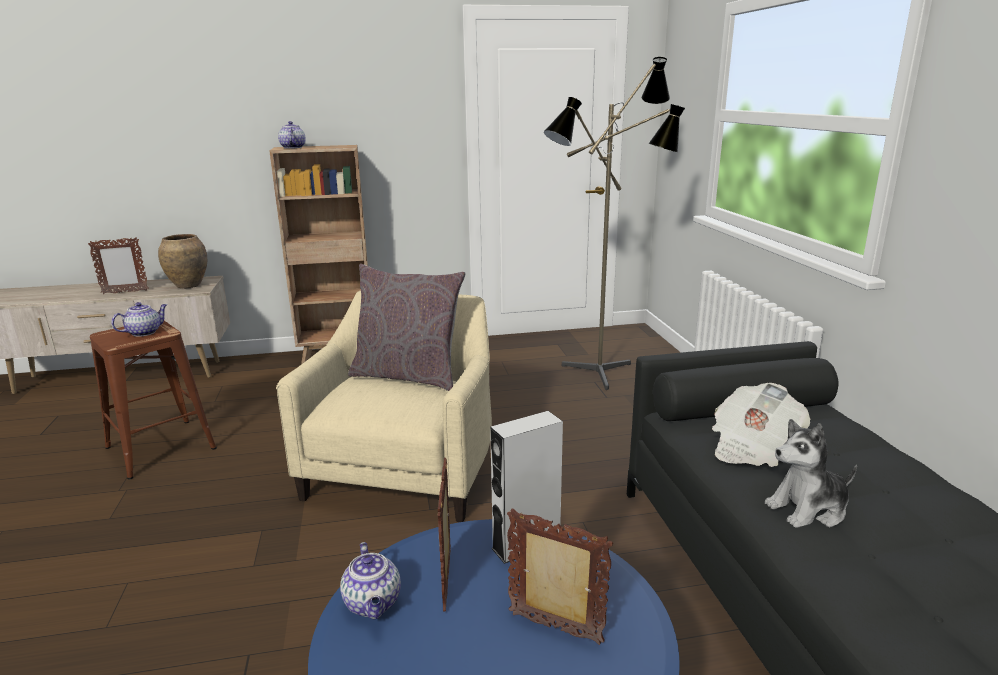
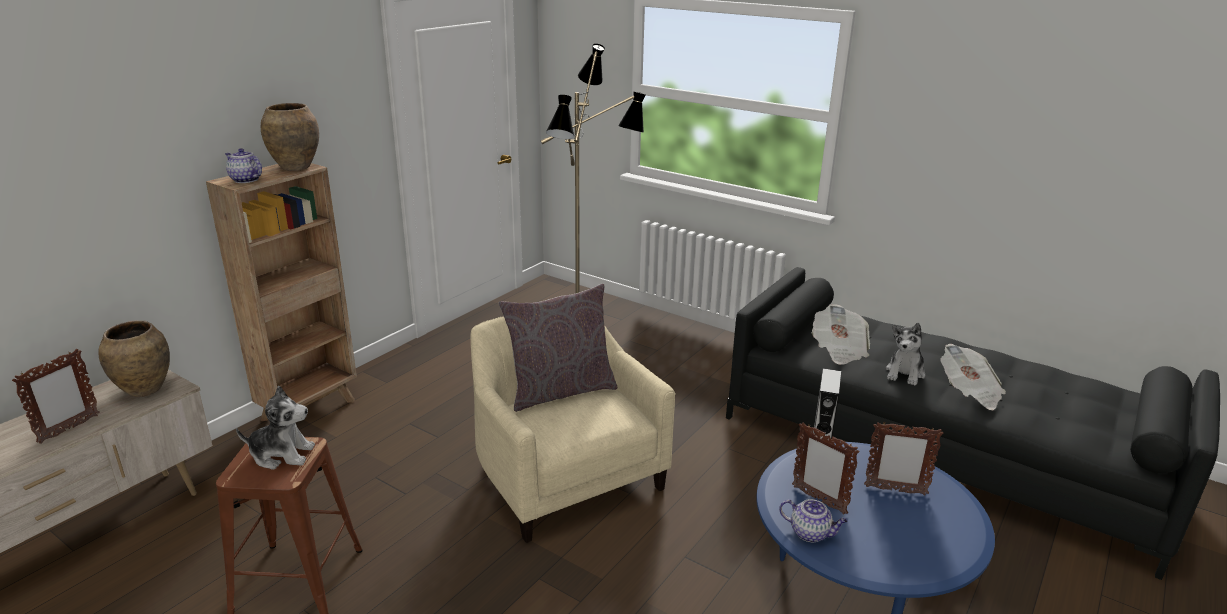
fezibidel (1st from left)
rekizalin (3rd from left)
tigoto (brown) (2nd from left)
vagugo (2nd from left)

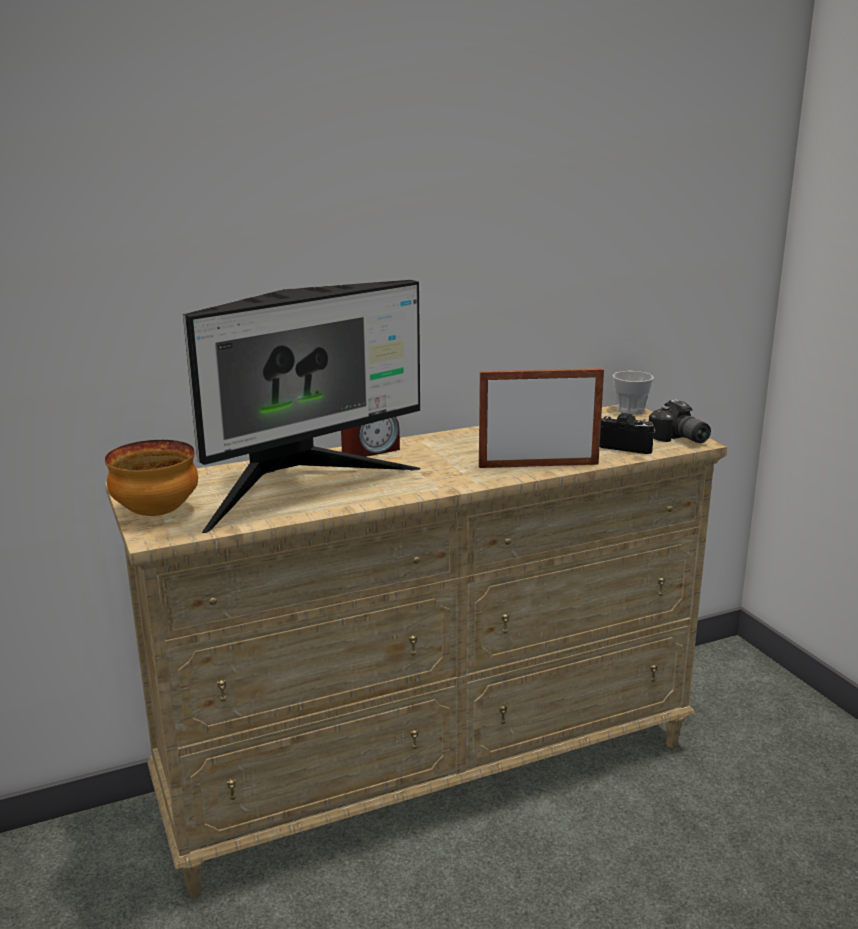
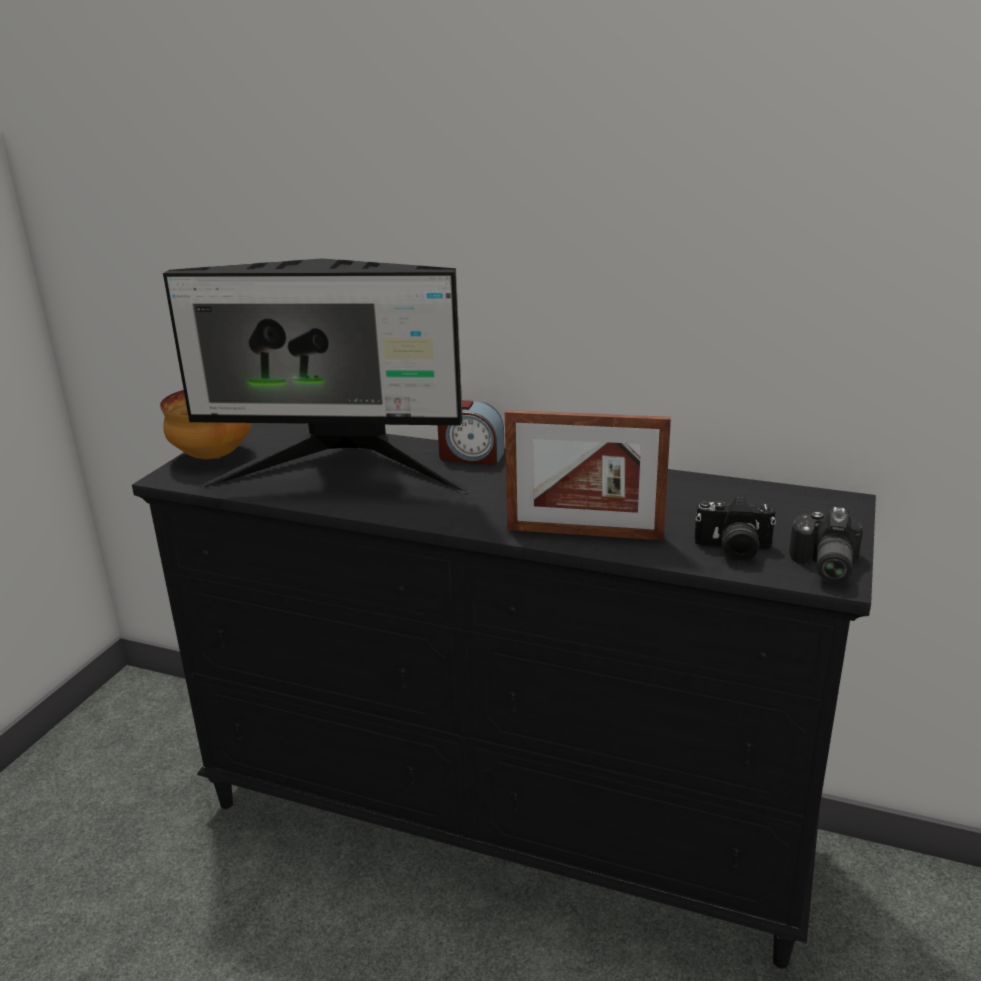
rekizalin
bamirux
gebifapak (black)
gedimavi (1st from left)

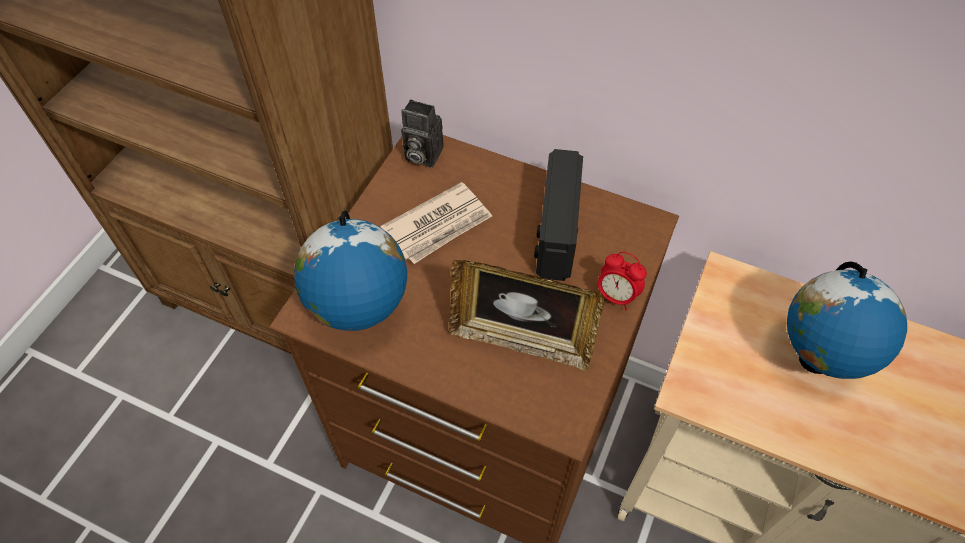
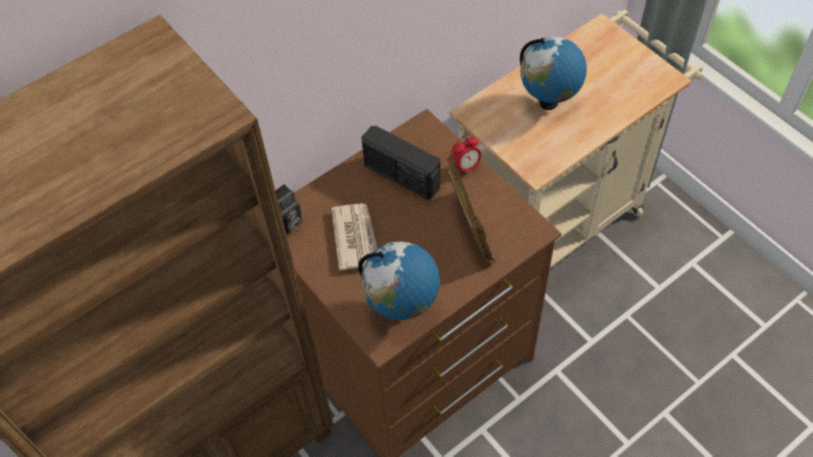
rekizalin

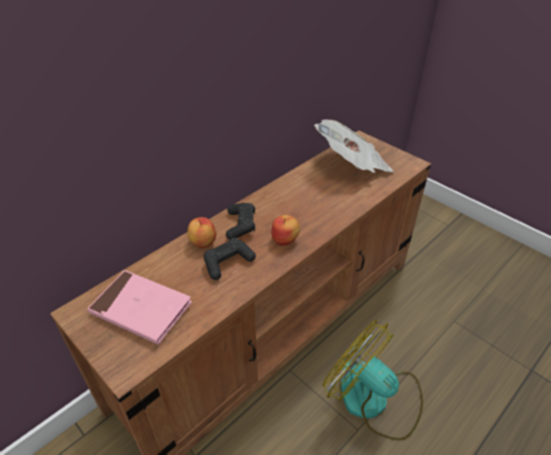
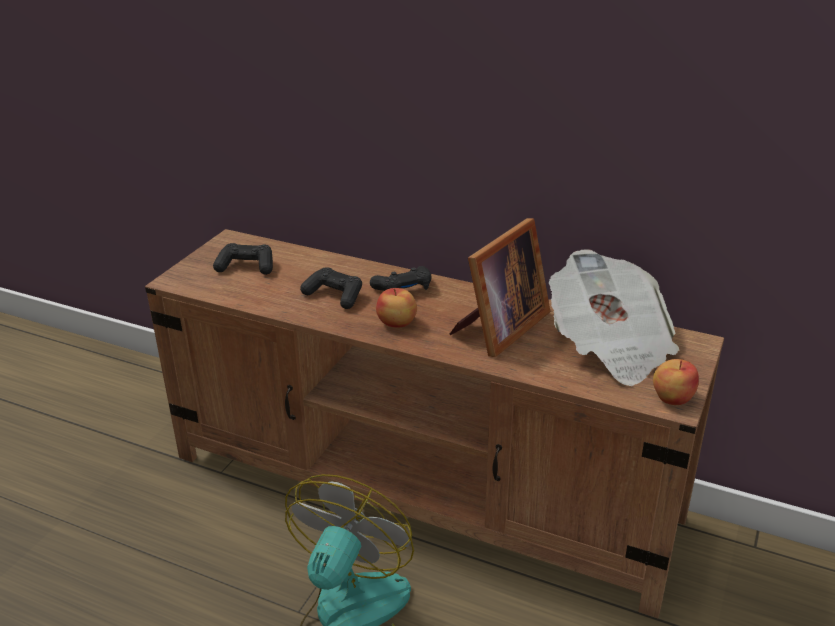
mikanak (2nd from left)
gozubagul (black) (1st from left)
rekizalin

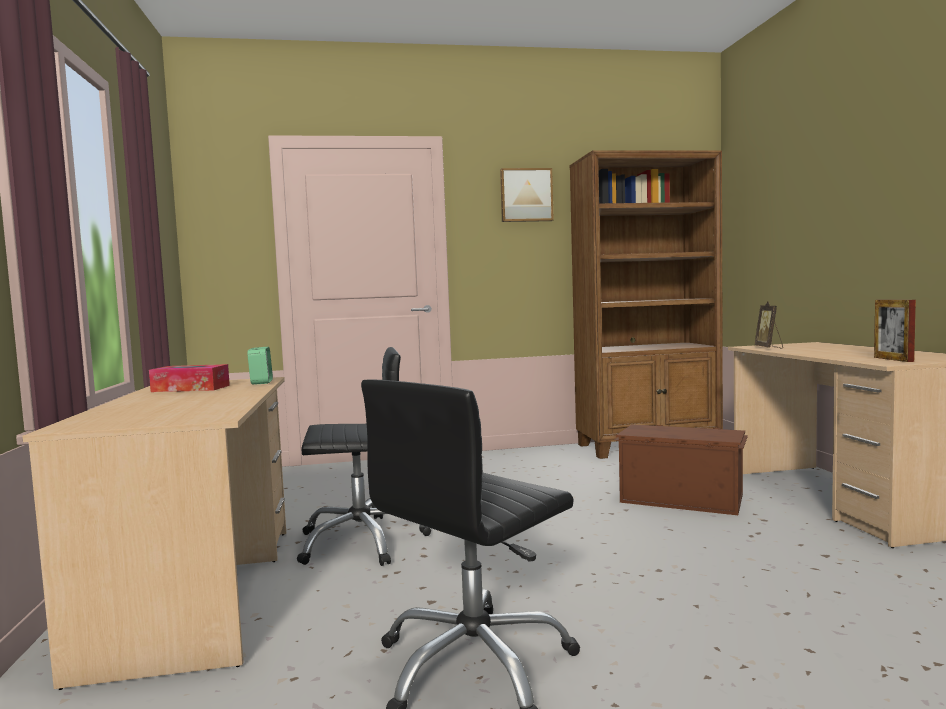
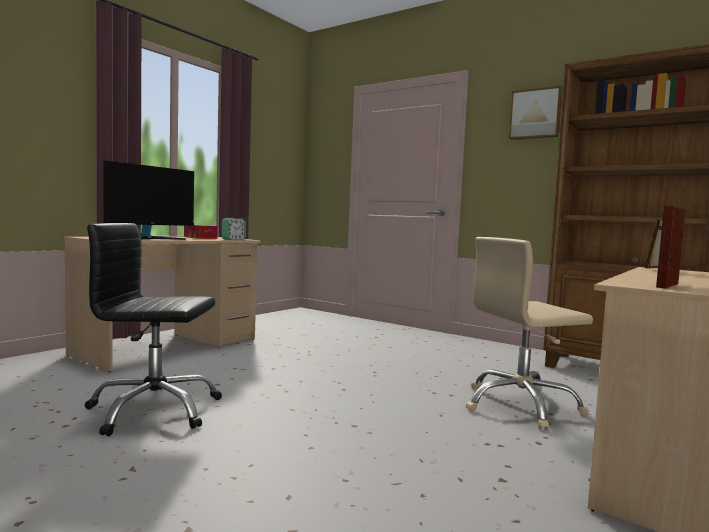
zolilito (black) (1st from left in the first image)
zolilito (beige)
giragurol

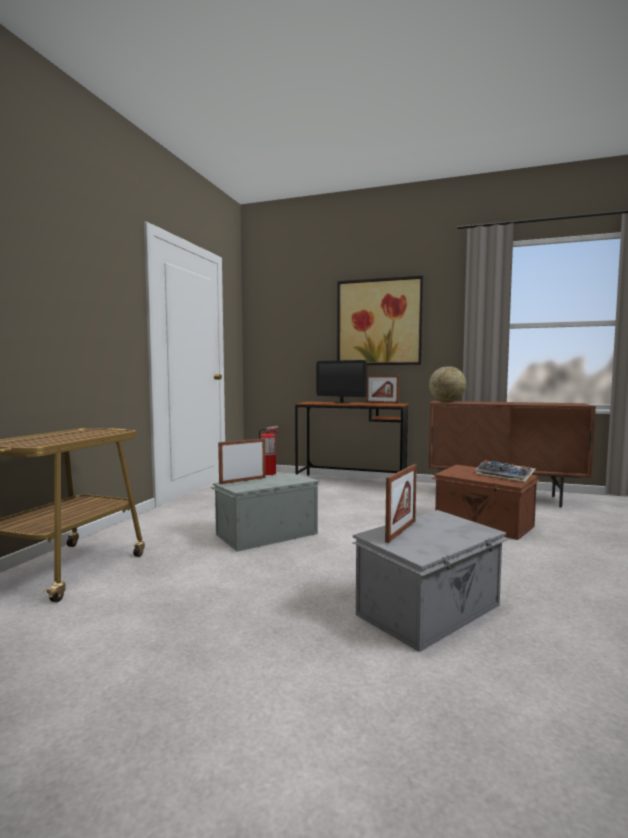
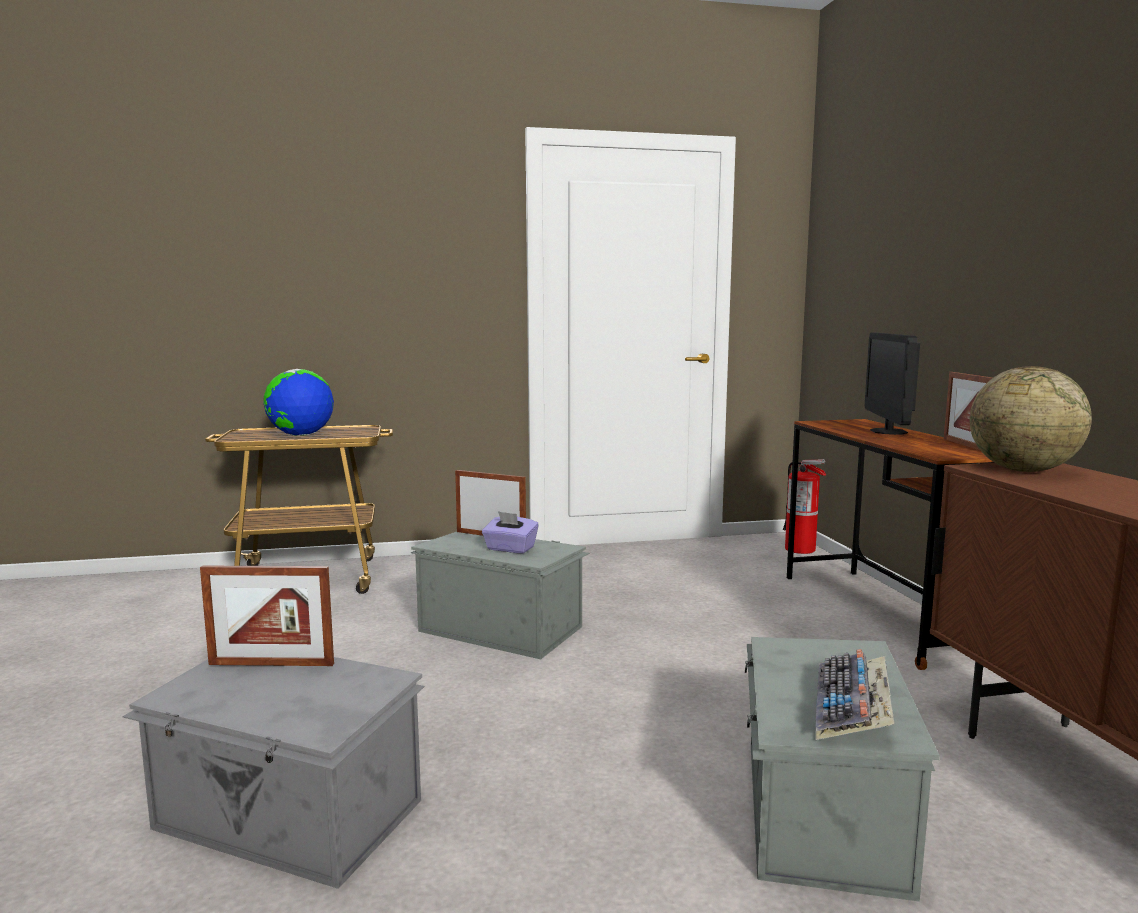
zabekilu
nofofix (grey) (3rd from left)
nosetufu (1st from left)
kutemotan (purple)

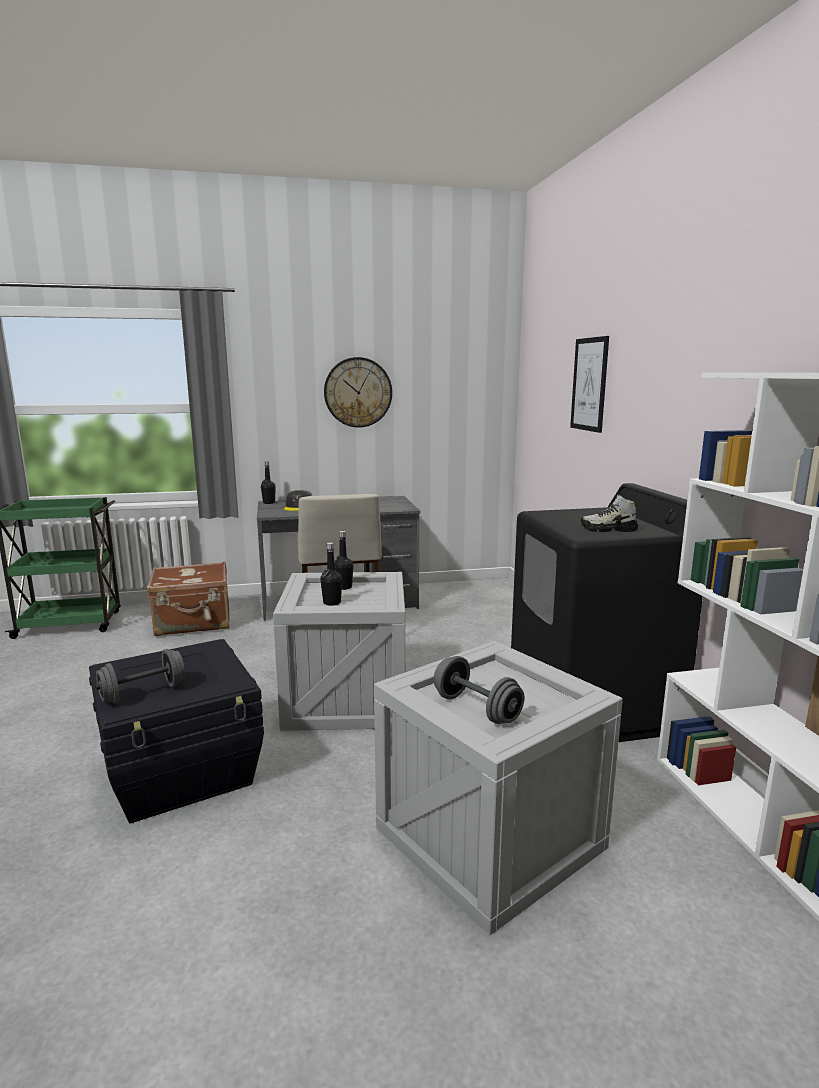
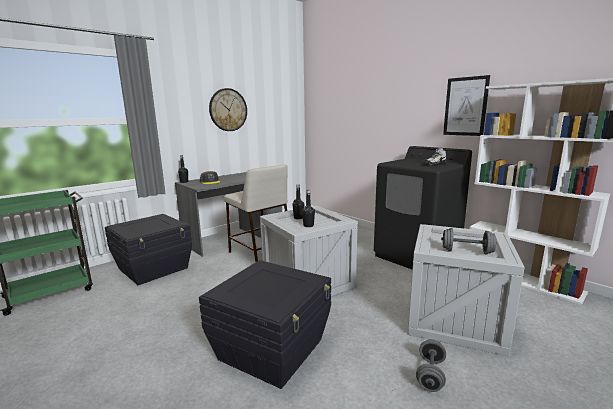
zabekilu
nofofix (black) (1st from left)
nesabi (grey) (1st from left)

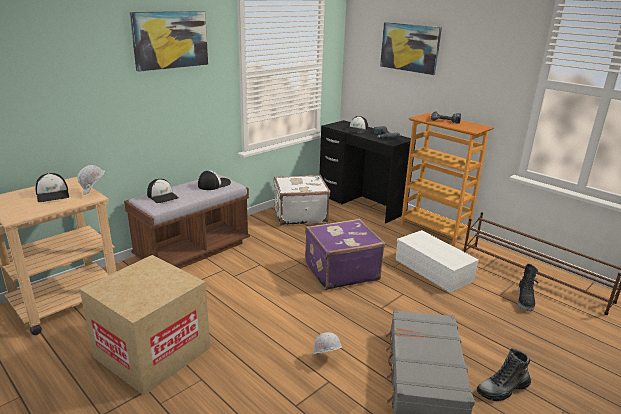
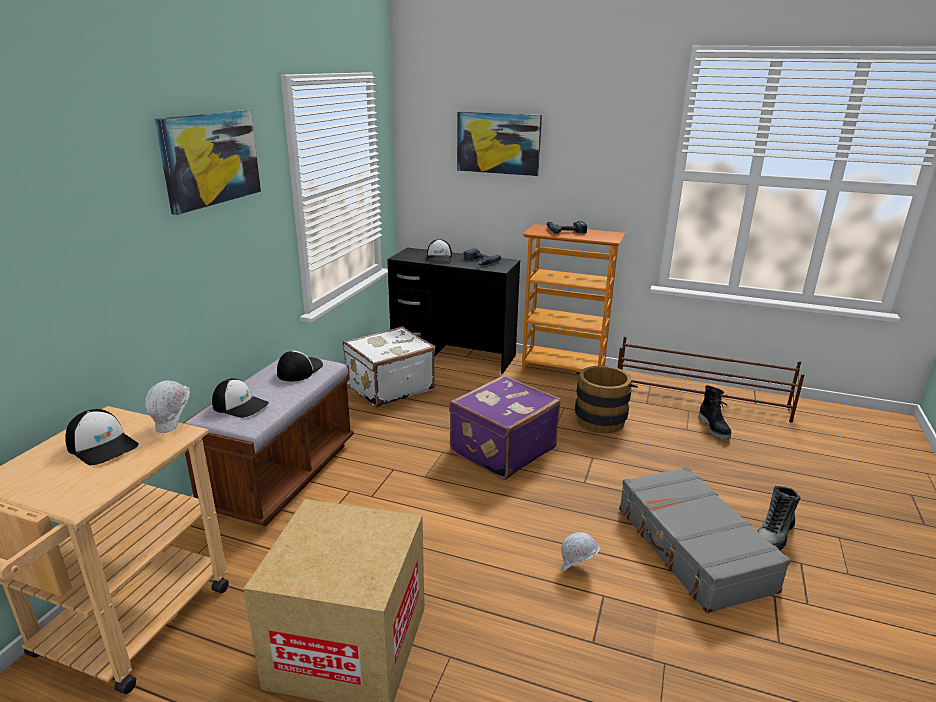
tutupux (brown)

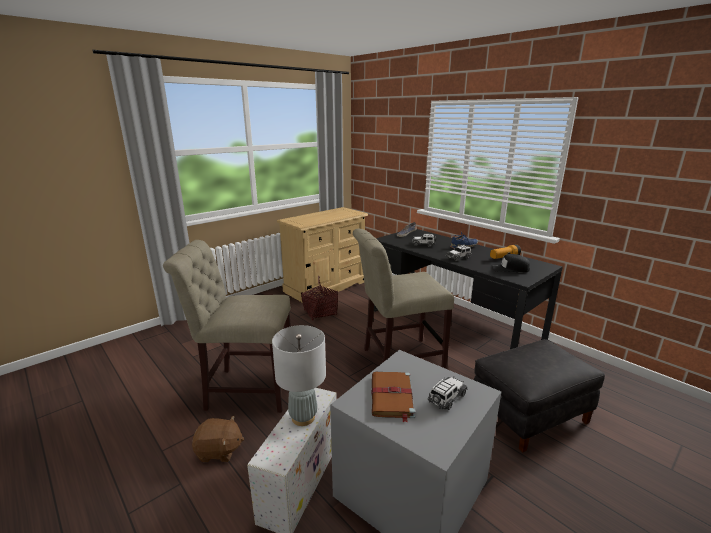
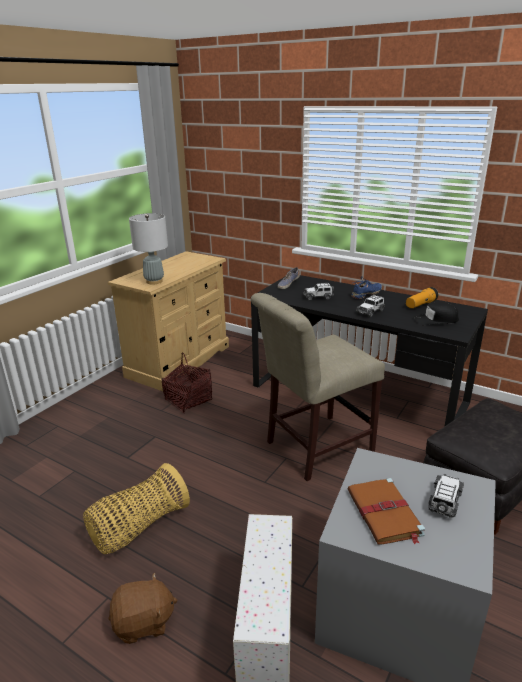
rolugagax (1st from left)
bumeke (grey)

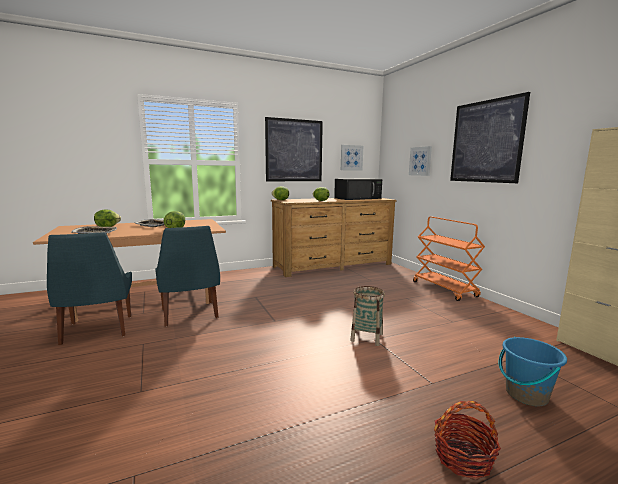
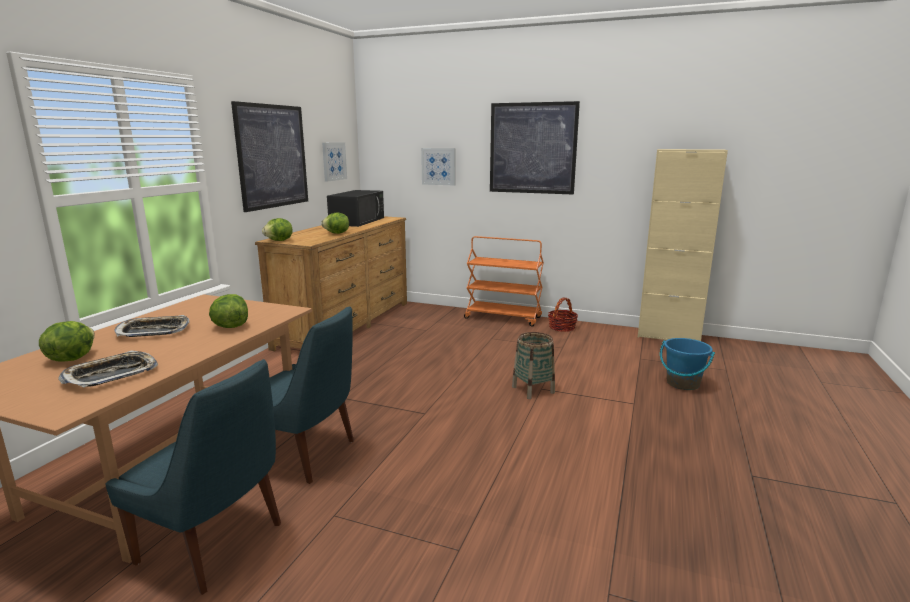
rolugagax (2nd from left)

